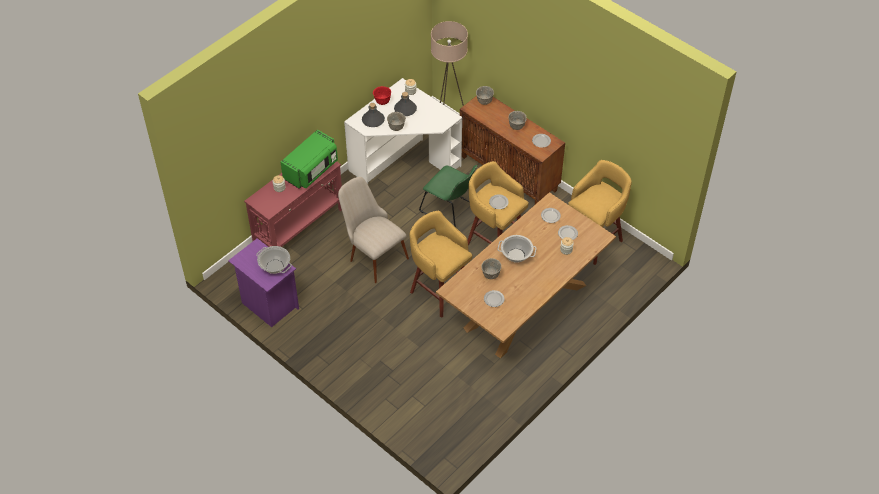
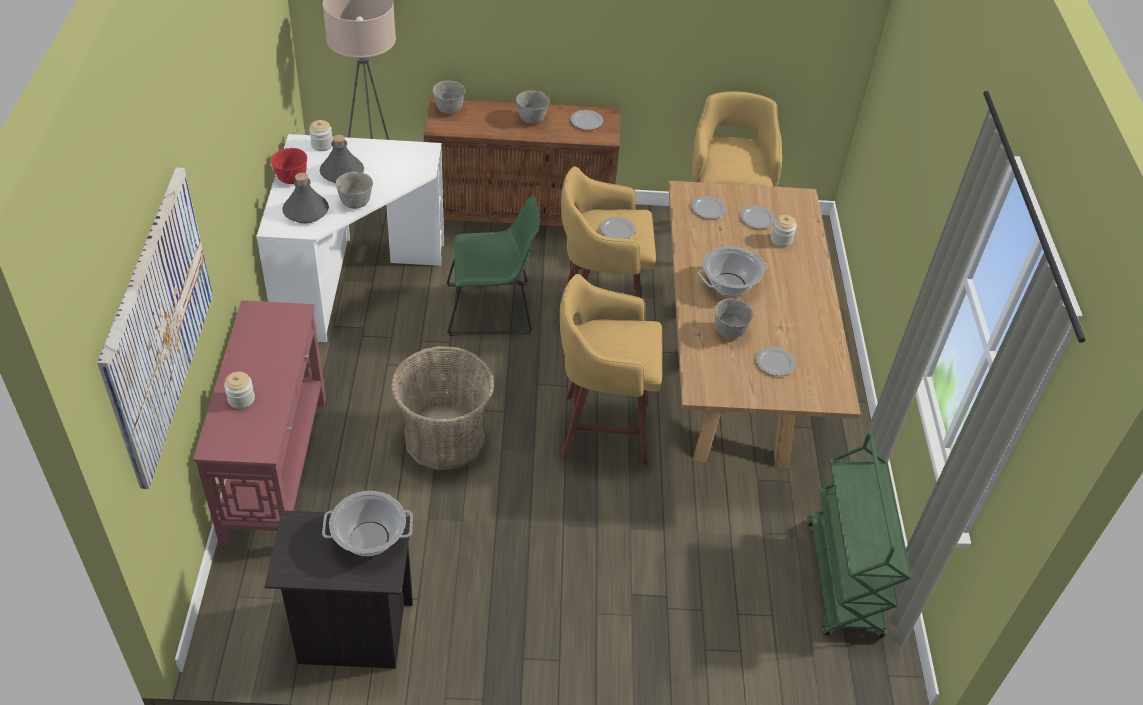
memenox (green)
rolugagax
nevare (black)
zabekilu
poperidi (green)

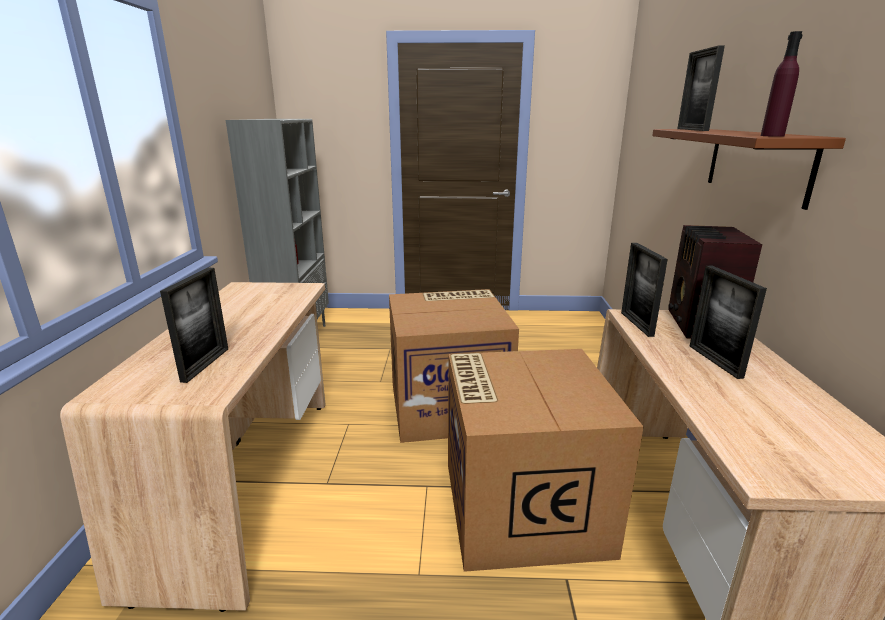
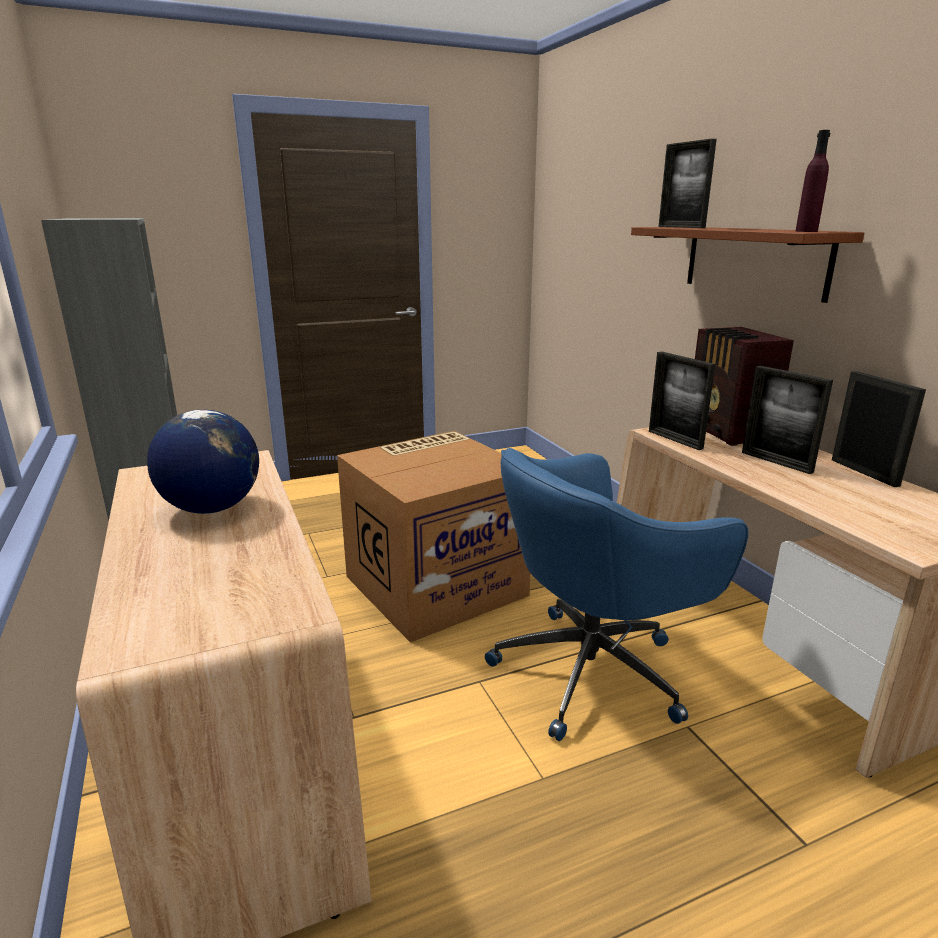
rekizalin (4th from left)
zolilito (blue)
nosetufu

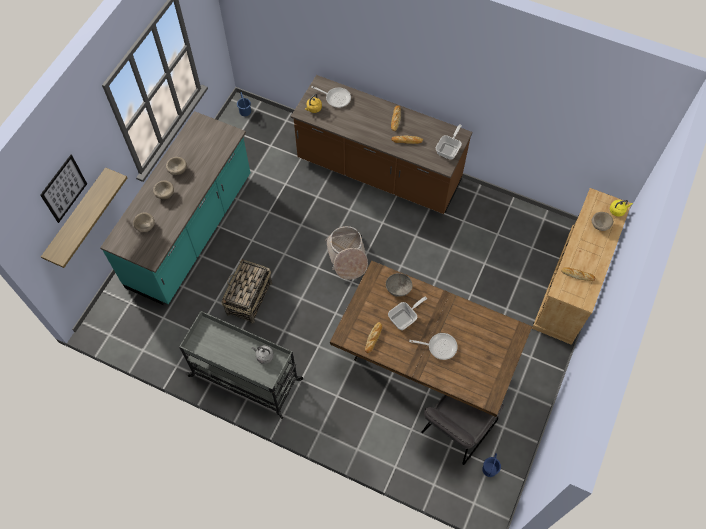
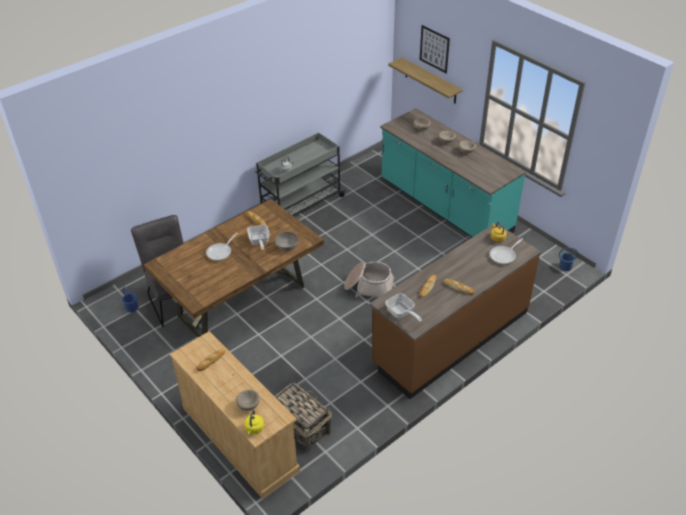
rolugagax (1st from left)

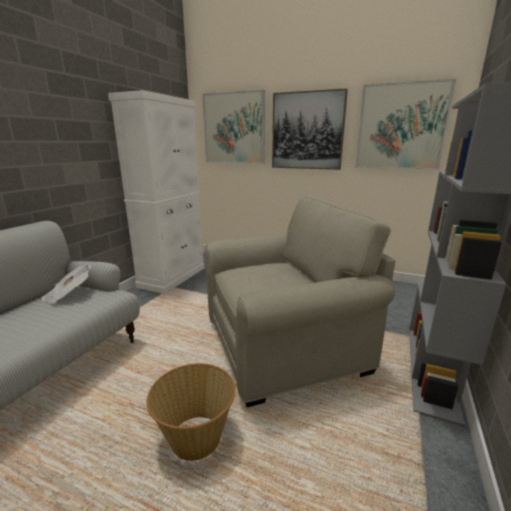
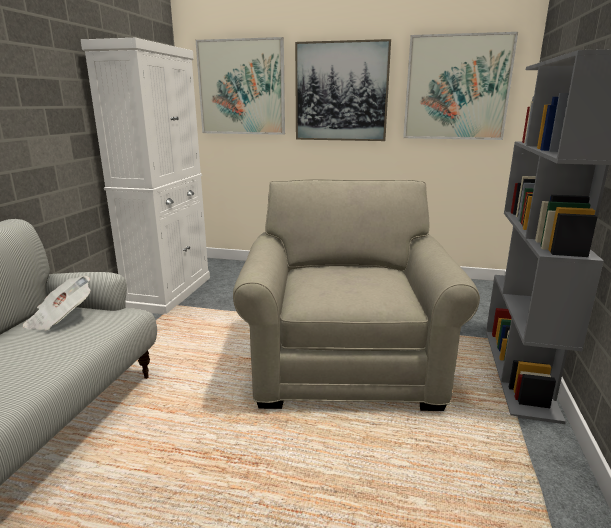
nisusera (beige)
rolugagax

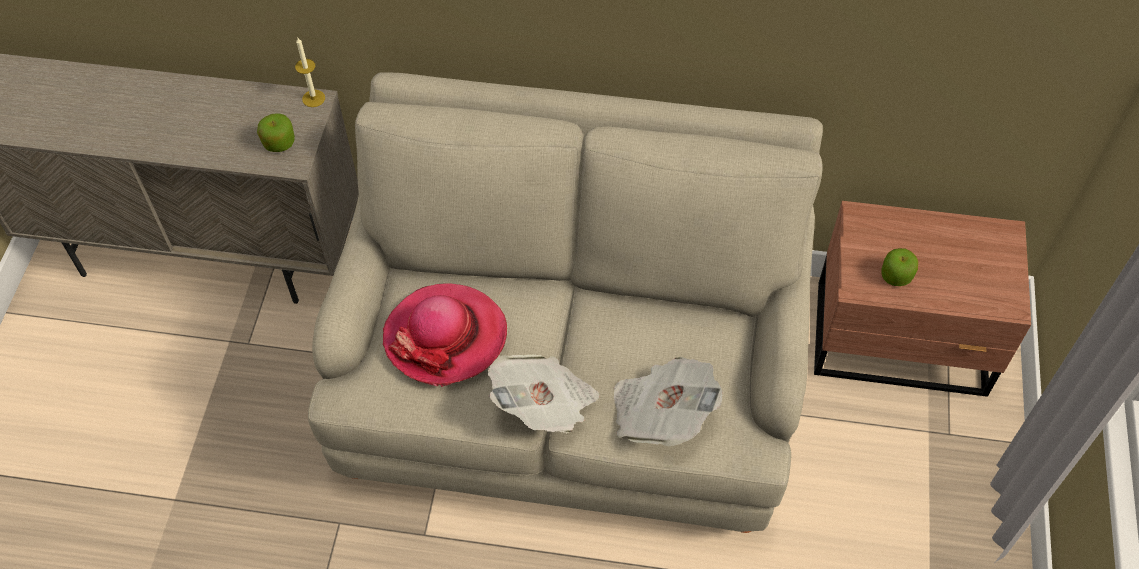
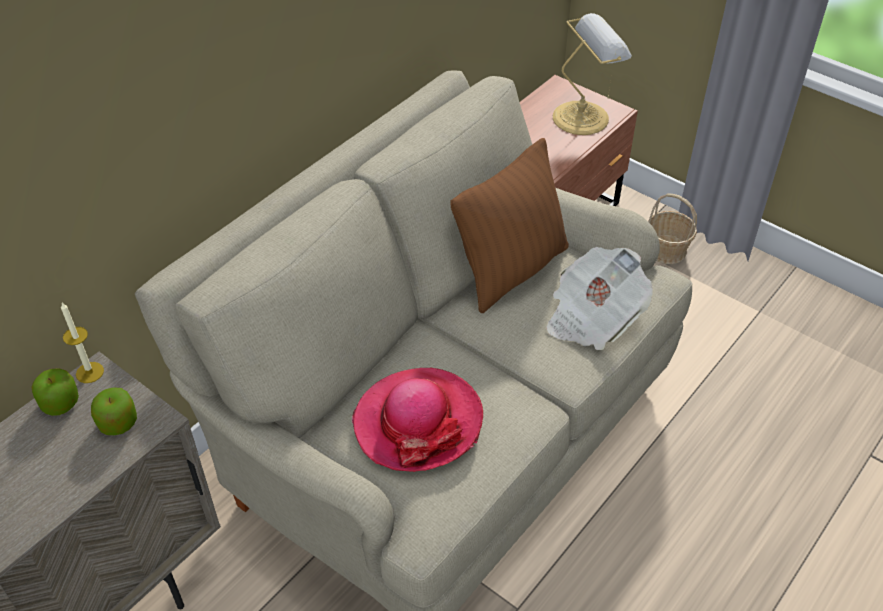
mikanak (1st from left)
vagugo (1st from left in the first image)
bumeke
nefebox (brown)
rolugagax

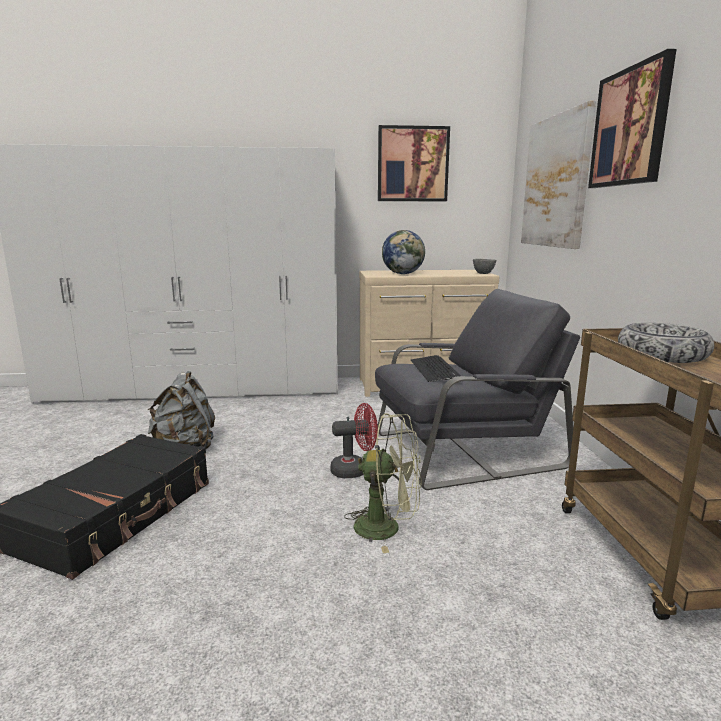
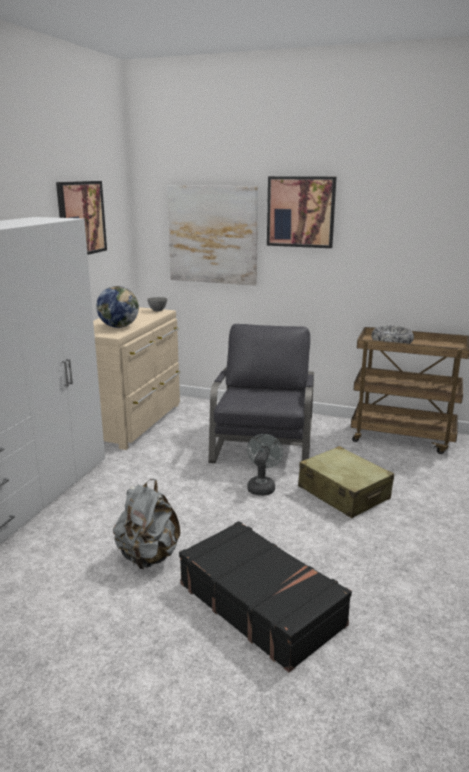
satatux
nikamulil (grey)
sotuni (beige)

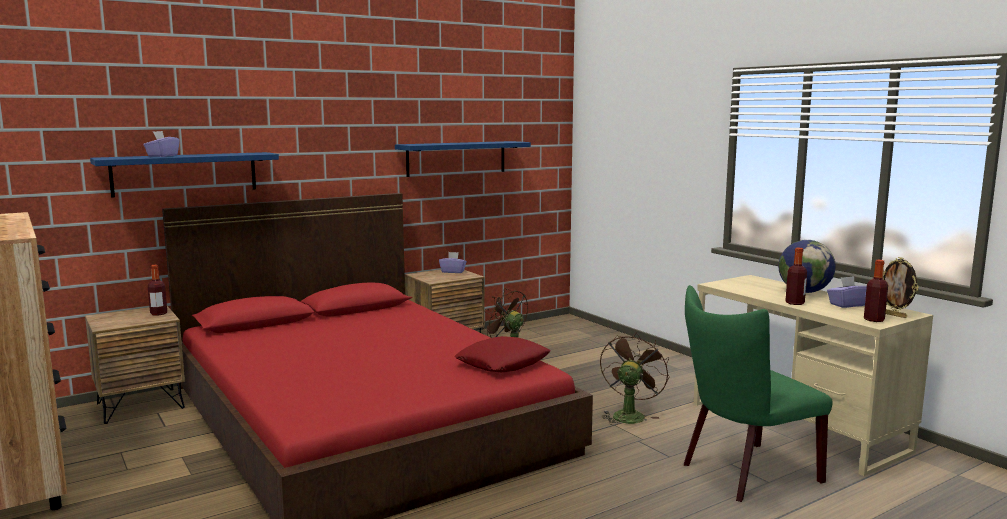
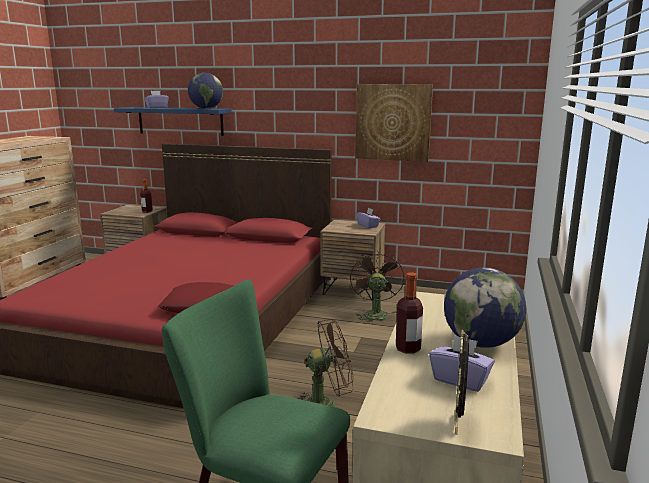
zabekilu
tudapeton (3rd from left in the first image)
nosetufu (1st from left)

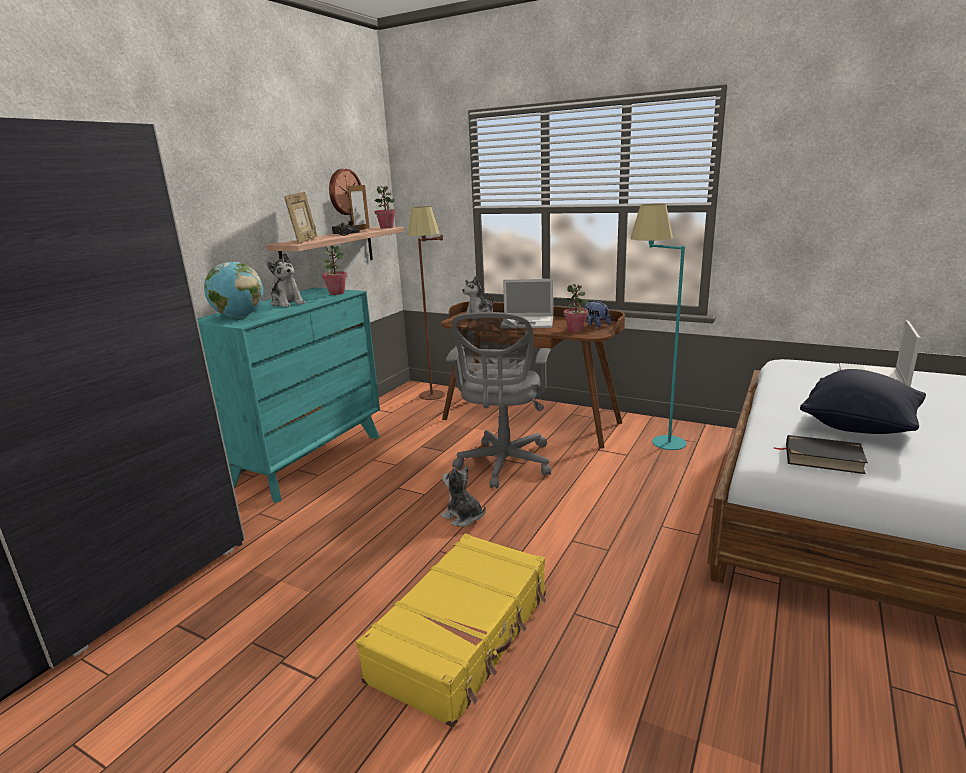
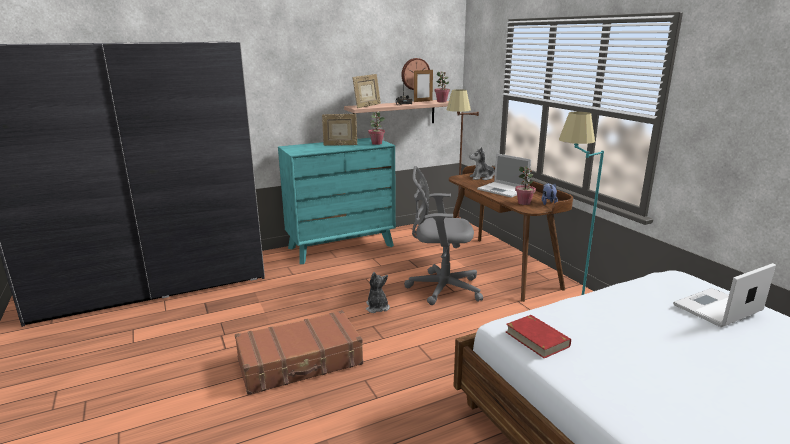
rekizalin (1st from left)
nosetufu
zolilito (grey)
nefebox (black)
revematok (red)
sotuni (brown)

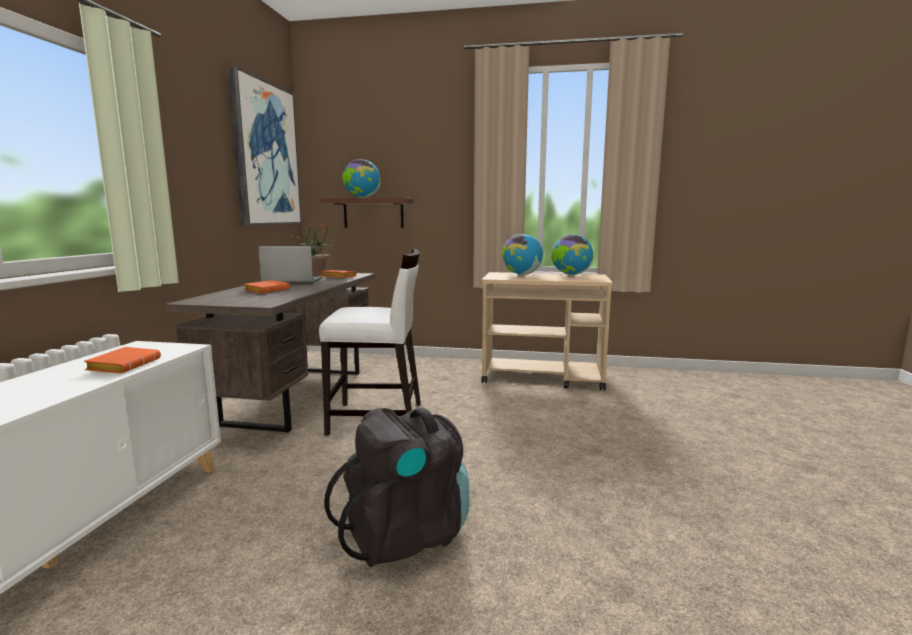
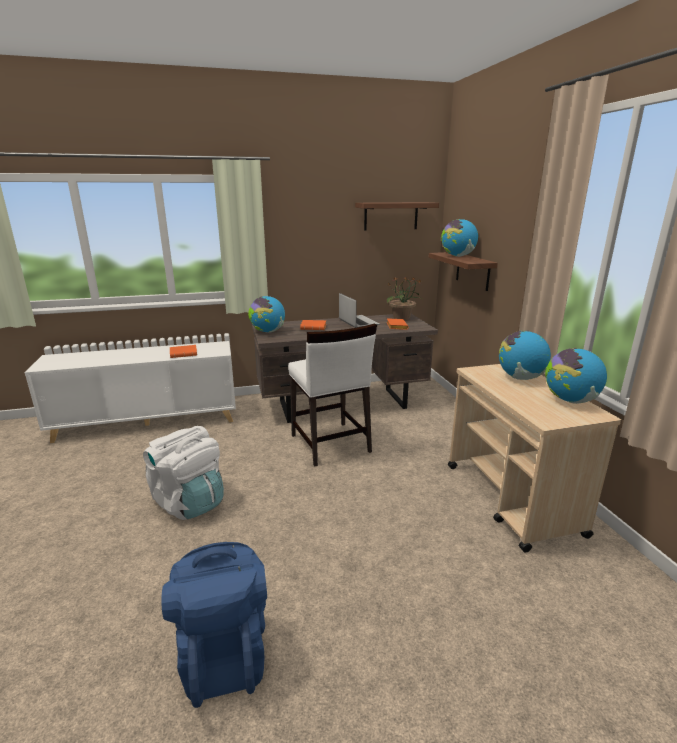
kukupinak (1st from left)
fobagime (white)
nosetufu (1st from left)
fobagime (blue)

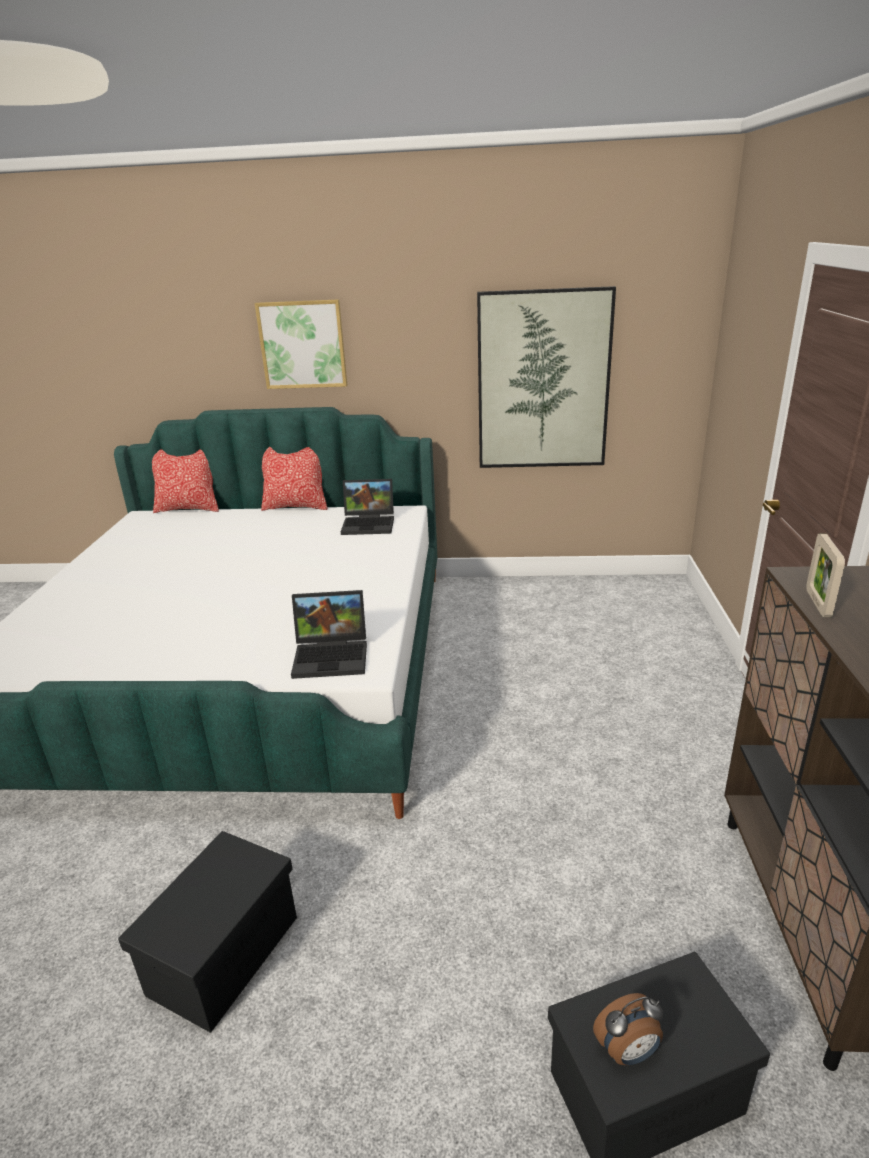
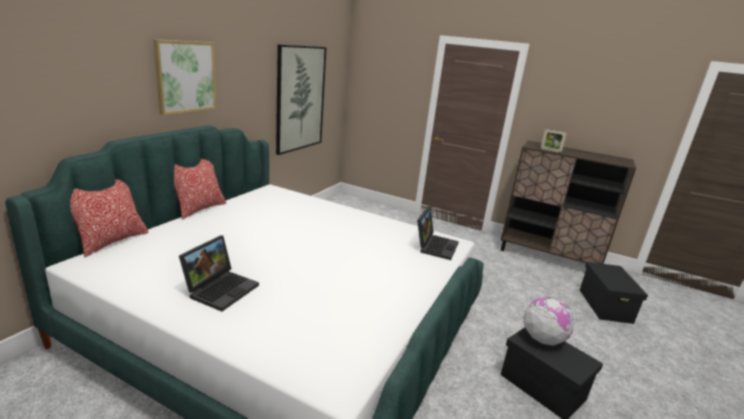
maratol (1st from left)
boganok
nosetufu

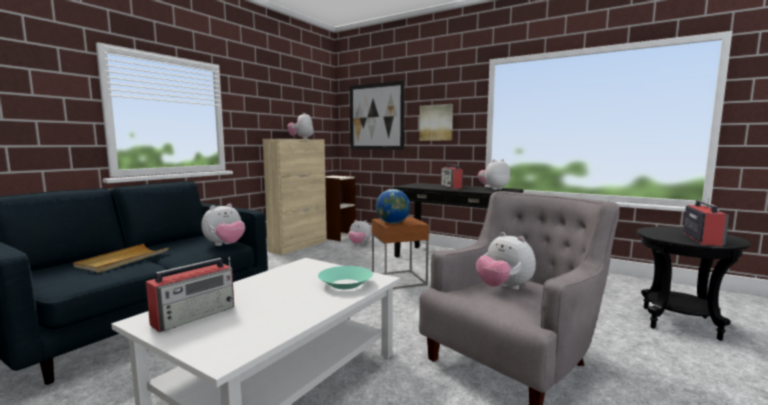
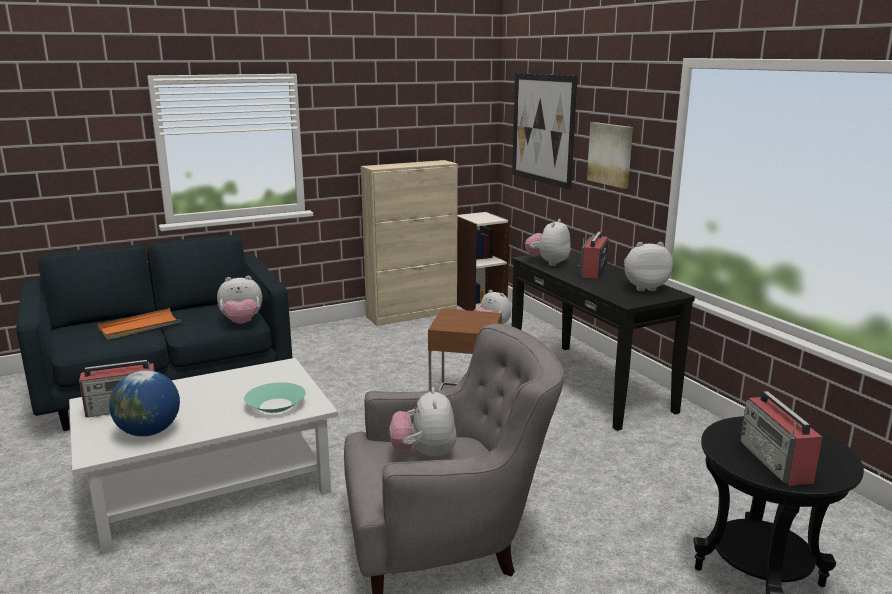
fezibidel (4th from left)
nosetufu
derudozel (3rd from left)
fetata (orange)

